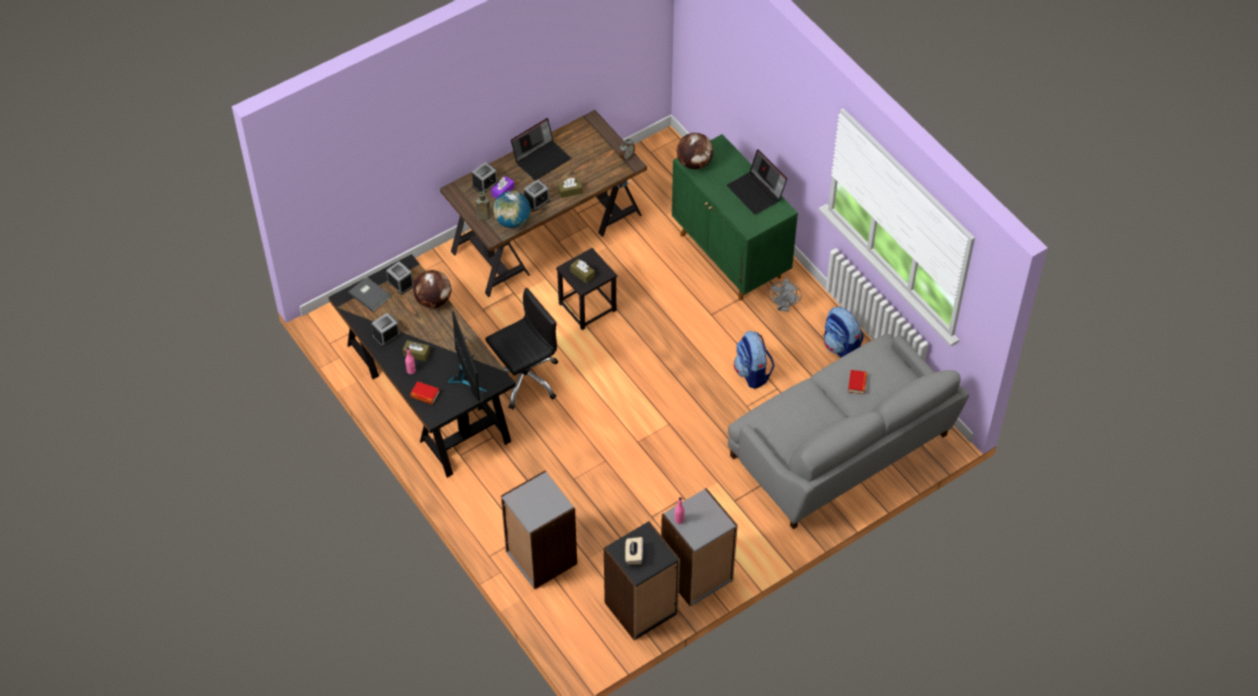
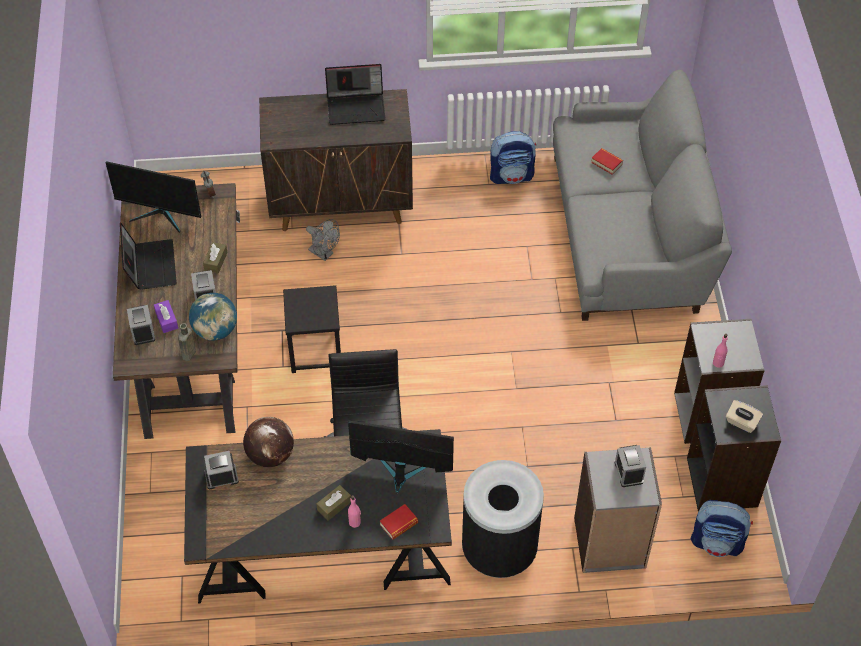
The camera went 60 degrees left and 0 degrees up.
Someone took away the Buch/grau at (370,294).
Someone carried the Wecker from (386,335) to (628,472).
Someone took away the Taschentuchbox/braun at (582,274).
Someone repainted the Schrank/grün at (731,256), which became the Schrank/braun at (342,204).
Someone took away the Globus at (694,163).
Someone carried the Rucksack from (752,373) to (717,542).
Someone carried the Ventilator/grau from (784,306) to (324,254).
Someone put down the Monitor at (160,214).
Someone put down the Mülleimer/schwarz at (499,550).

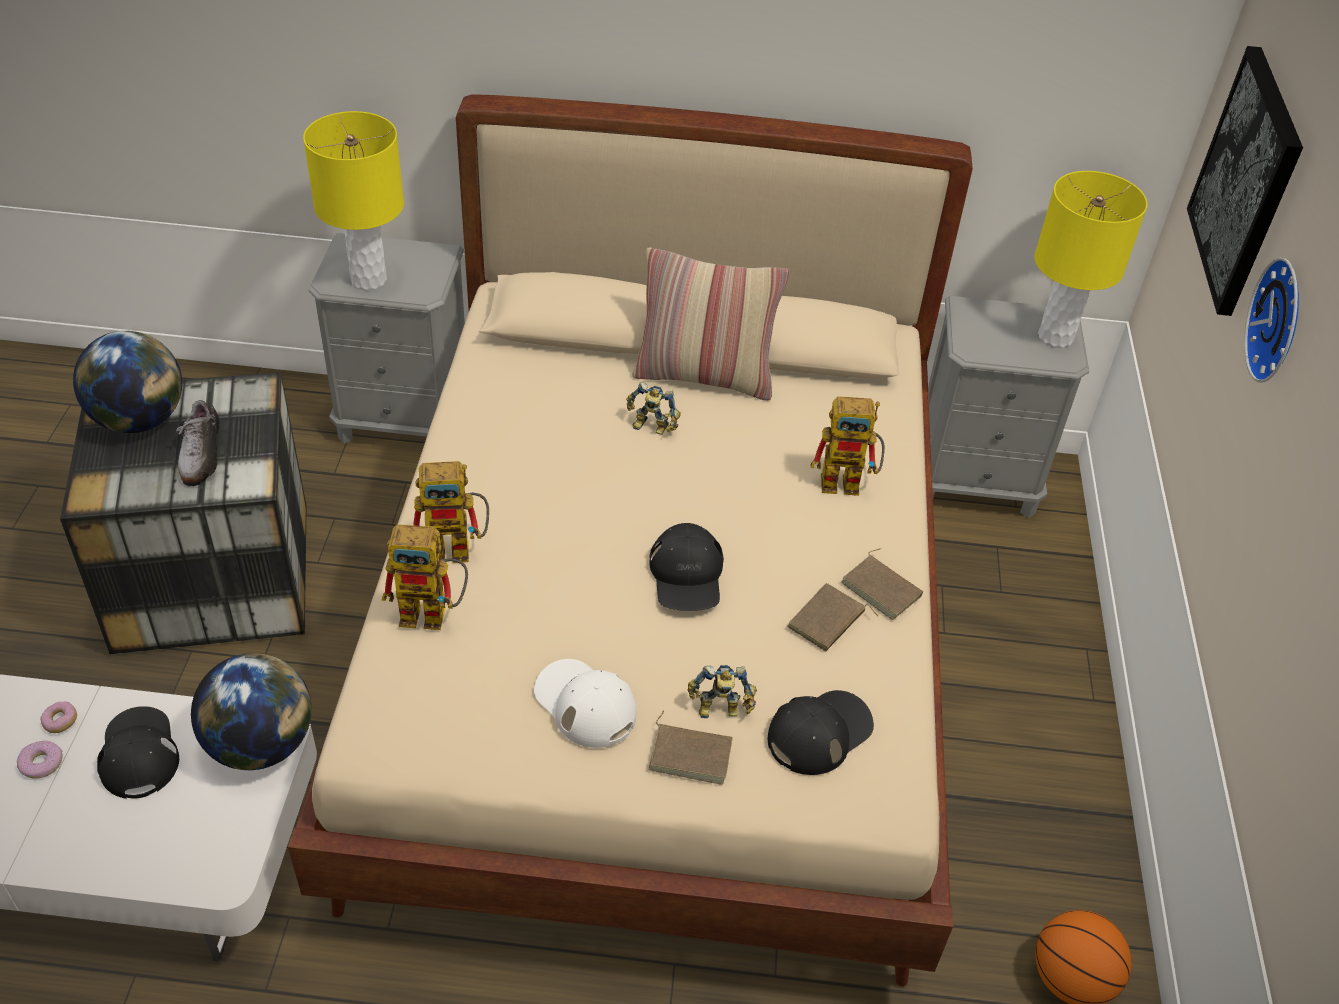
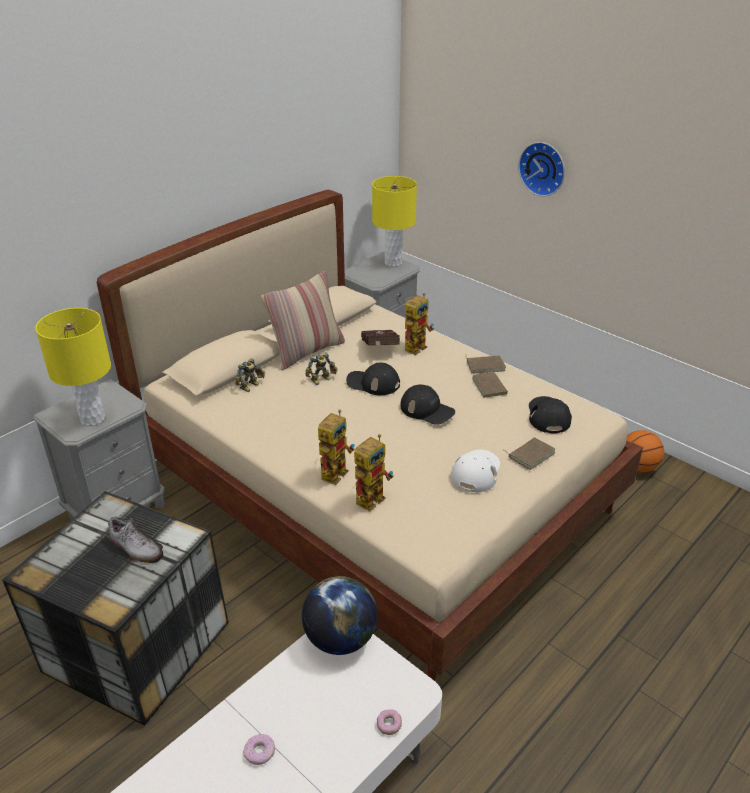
The camera went 50 degrees left and 10 degrees down.
Someone carried the Donut from (61,722) to (389,725).
Someone took away the Globus at (140,420).
Someone carried the Kappe/schwarz from (139,754) to (373,383).
Someone rotated the Kappe/weiß at (585,704) by 120 degrees clockwise.
Someone carried the Spielzeugroboter from (720,710) to (251,386).
Someone took away the Bild at (1246,181).
Someone put down the Buch/rot at (379,349).

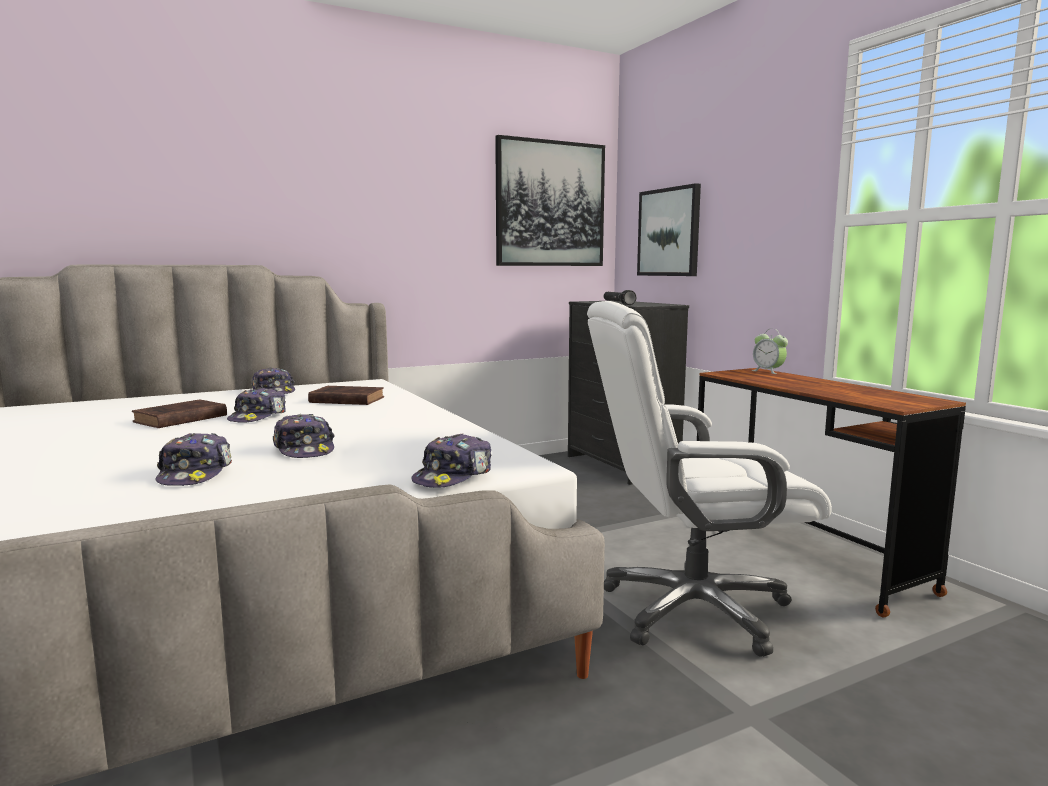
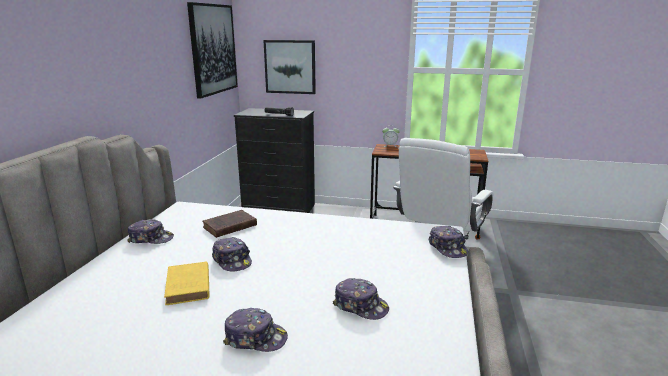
The camera went 50 degrees left and 10 degrees up.
Someone repainted the Buch/braun at (178,419), which became the Buch/gelb at (188,287).
Someone carried the Kappe from (304,450) to (255,338).

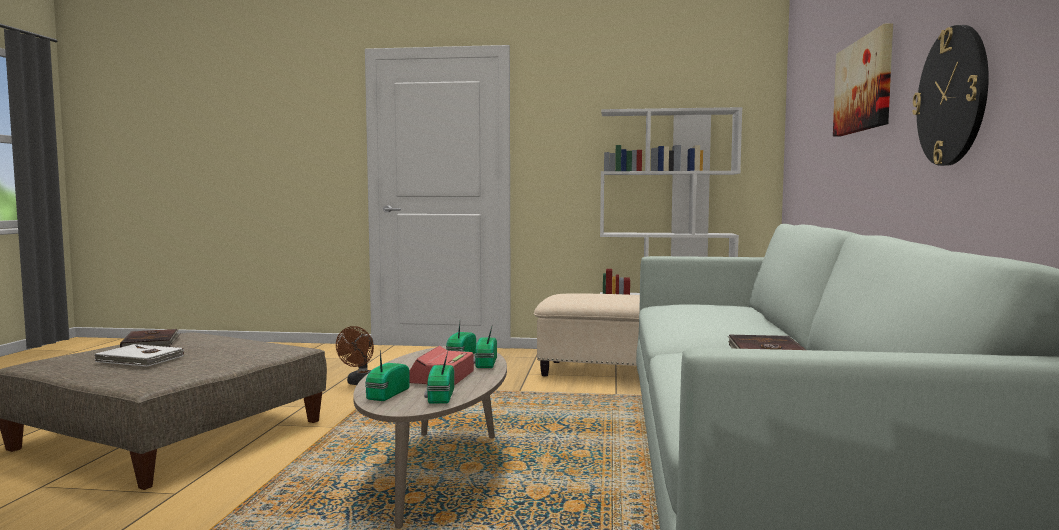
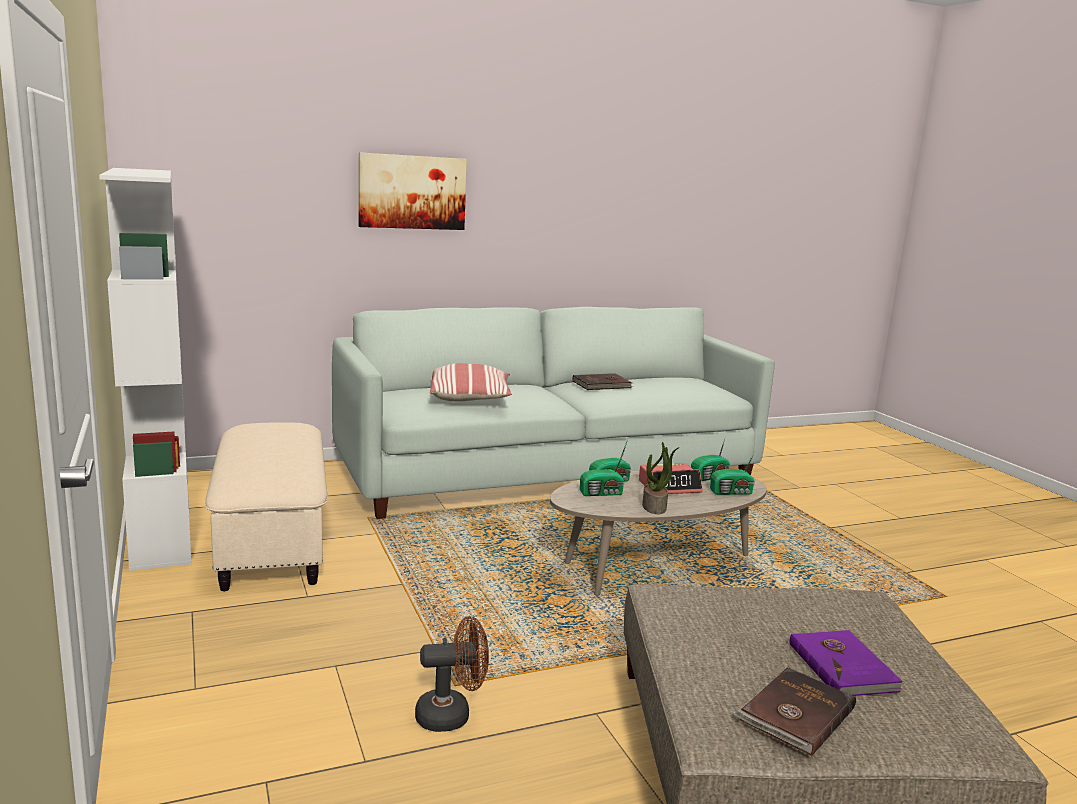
The camera went 120 degrees left and 10 degrees up.
Someone repainted the Buch/weiß at (139,359), which became the Buch/lila at (843,666).
Someone took away the Wanduhr at (952,96).
Someone put down the Kissen at (470,398).
Someone put down the Topfpflanze at (655,507).

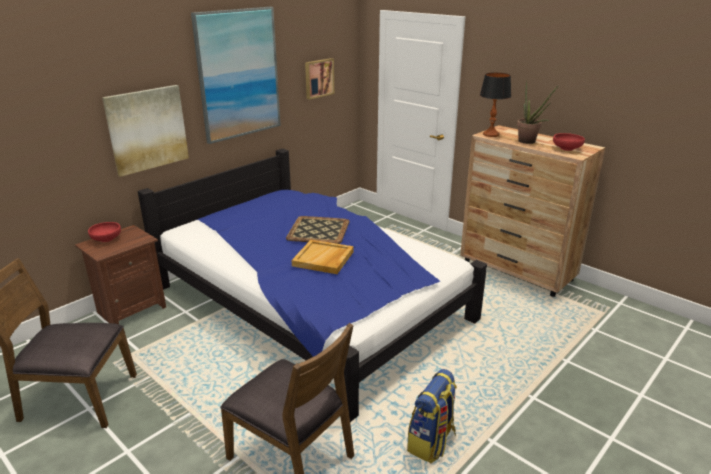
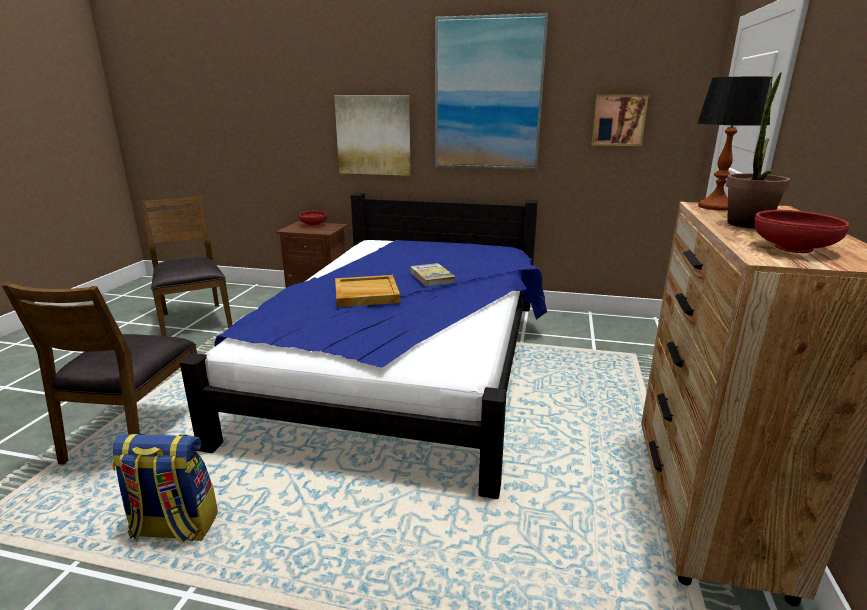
The camera went 60 degrees right and 5 degrees down.
Someone swapped the Tablett at (318,230) for the Buch at (432,277).

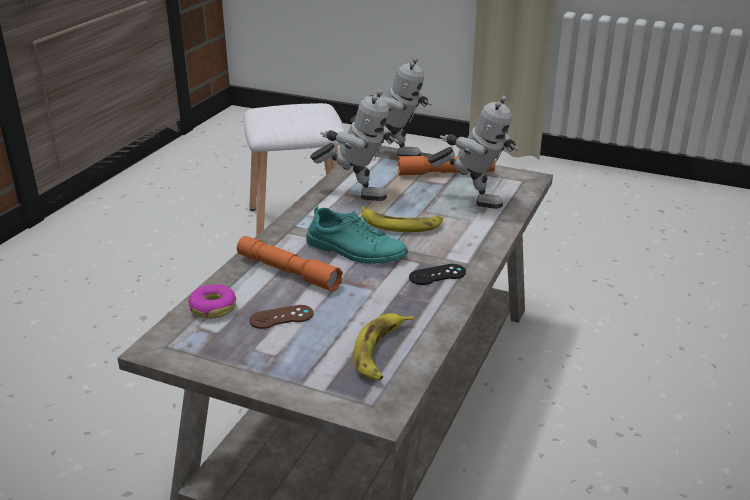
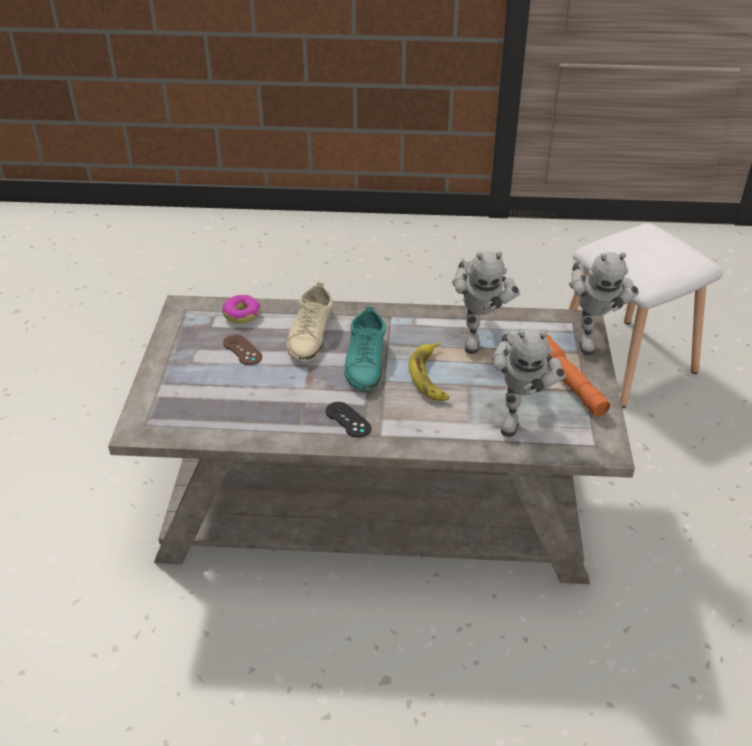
The camera went 70 degrees right and 10 degrees up.
Someone swapped the Taschenlampe/orange at (288,272) for the Schuh/beige at (310,334).
Someone took away the Banane at (381,351).

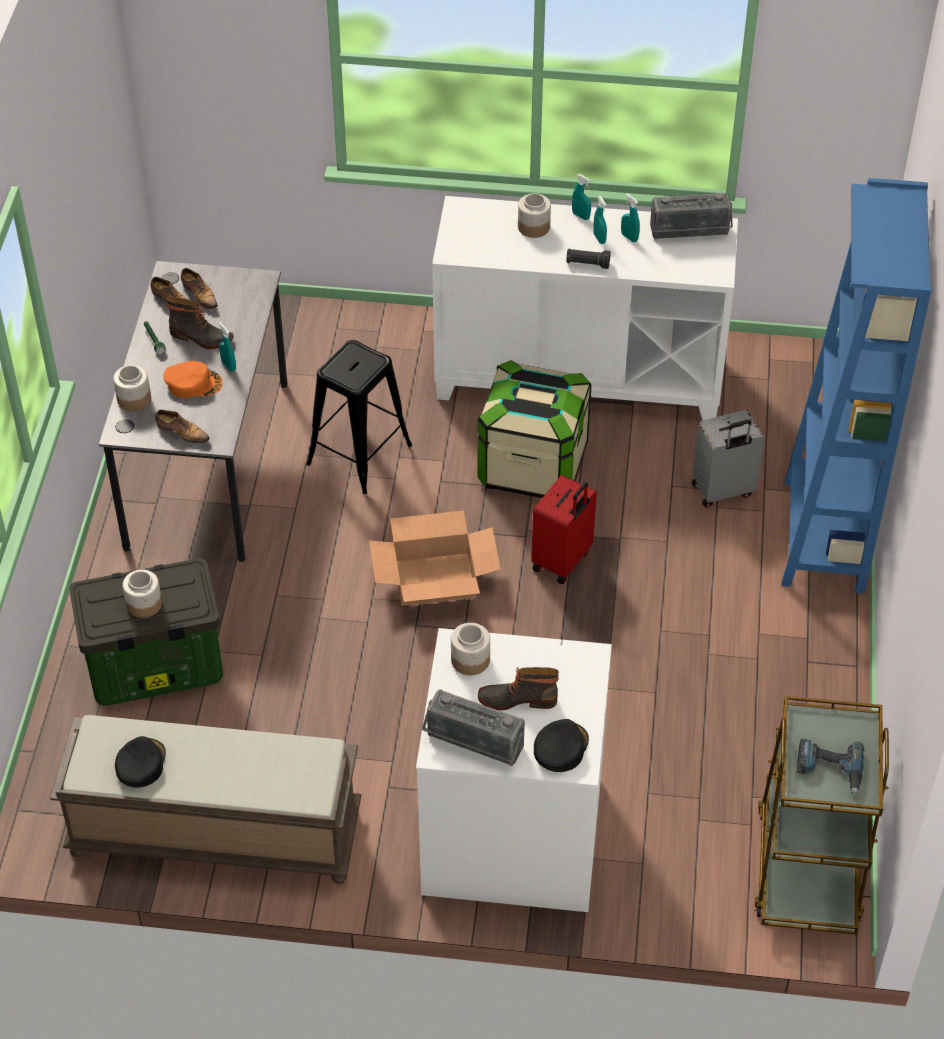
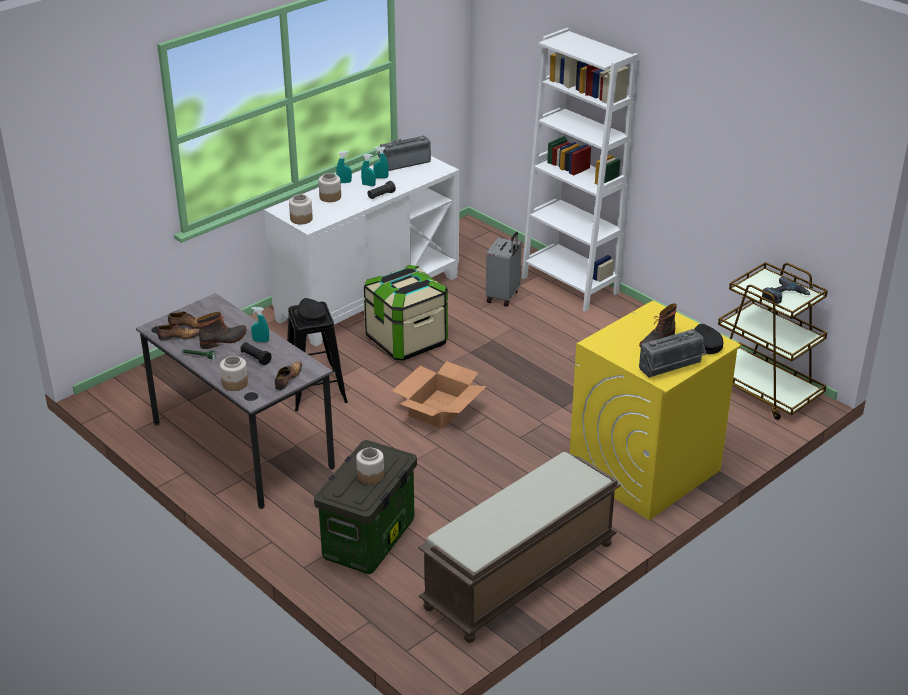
The camera went 50 degrees left and 15 degrees down.
Someone carried the Kappe/schwarz from (140,764) to (310,315).
Someone rotated the Schuh at (182,432) by 45 degrees counterclockwise.
Someone swapped the Kappe/orange at (193,383) for the Taschenlampe/schwarz at (255,358).
Someone repainted the Waschmaschine/weiß at (511,836), which became the Waschmaschine/gelb at (644,470).
Someone carried the Vorratsglas from (470,659) to (301,219).
Someone took away the Koffer/rot at (563,561).
Someone rotated the Radio at (689,233) by 150 degrees counterclockwise.
Someone repainted the Bücherregal/blau at (824,536), which became the Bücherregal/weiß at (570,285).

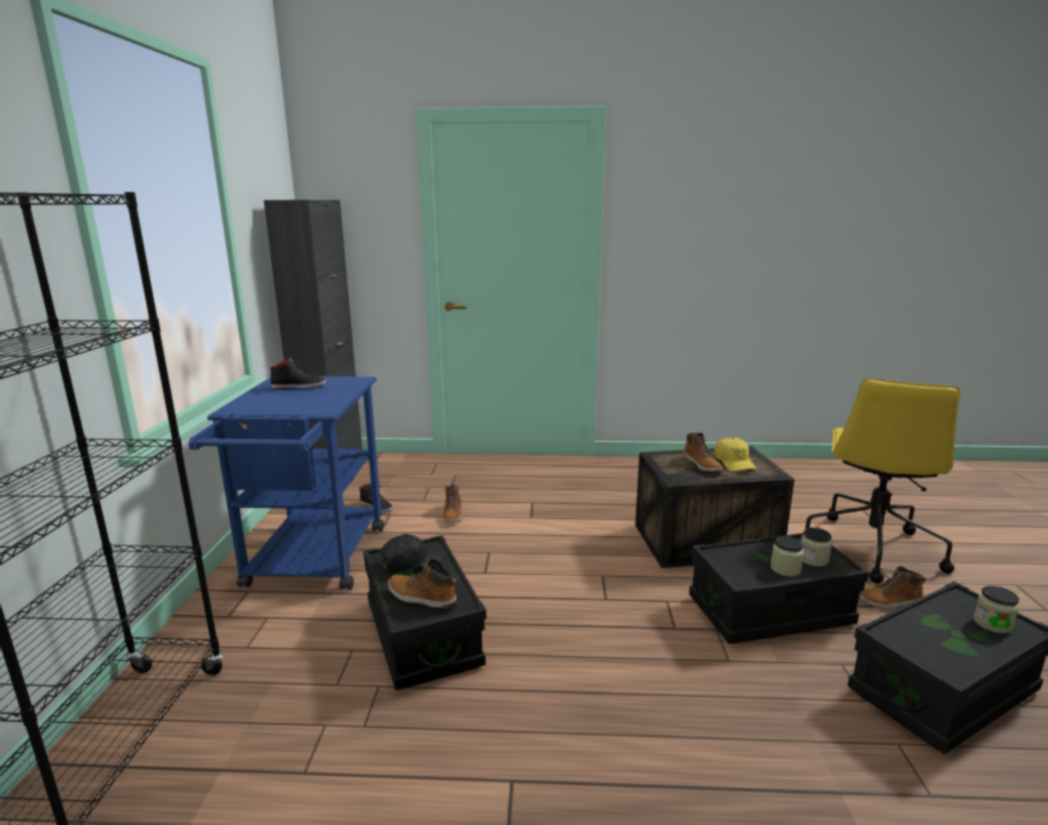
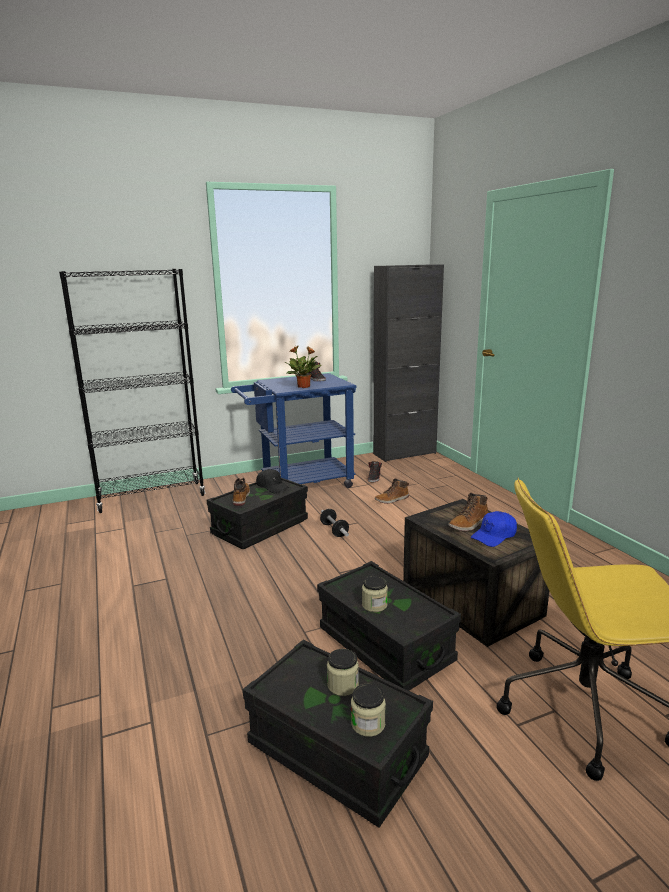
The camera went 65 degrees right and 0 degrees up.
Someone repainted the Kappe/gelb at (734,462), which became the Kappe/blau at (494,536).
Someone carried the Vorratsglas from (813,559) to (343,685).
Someone took away the Stiefel at (890,602).
Someone put down the Topfpflanze at (304,387).
Someone put down the Hantel at (334,530).

